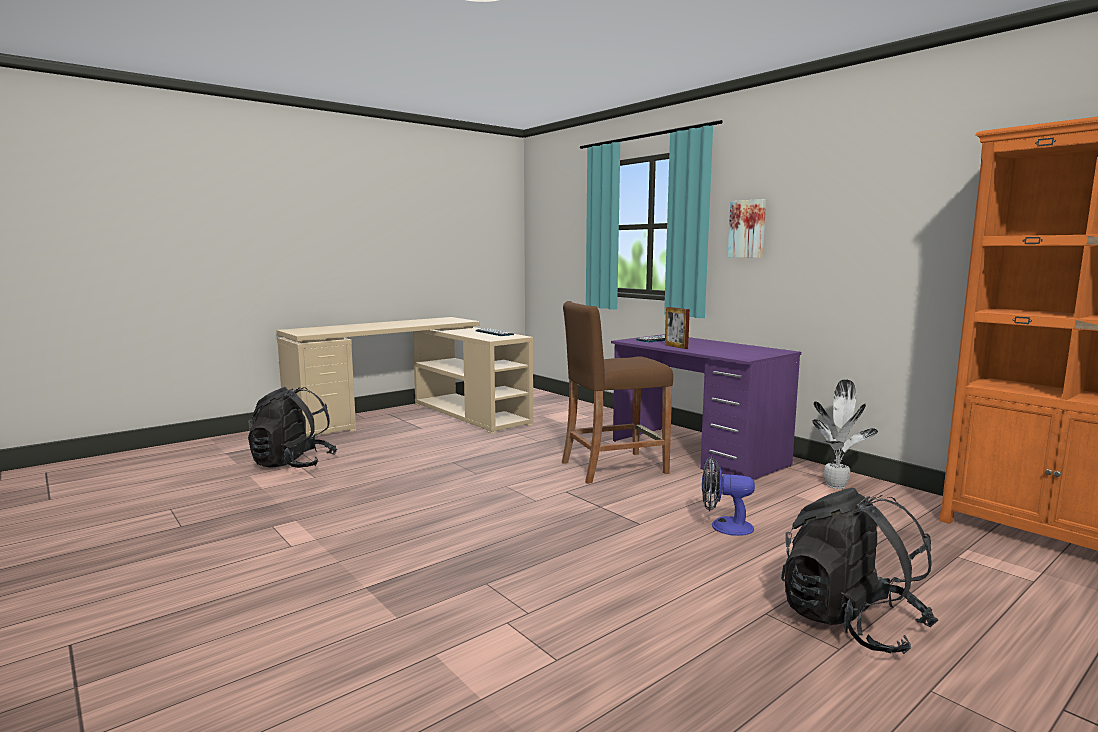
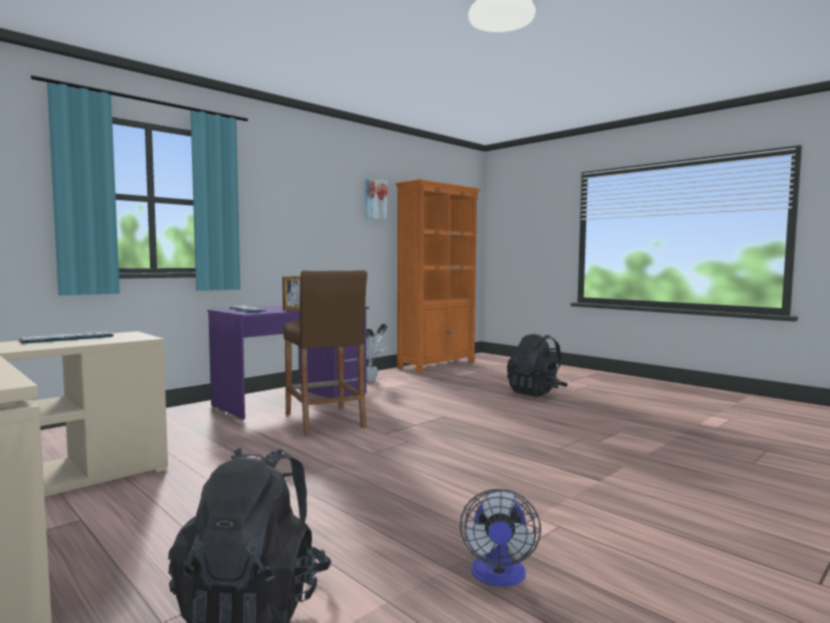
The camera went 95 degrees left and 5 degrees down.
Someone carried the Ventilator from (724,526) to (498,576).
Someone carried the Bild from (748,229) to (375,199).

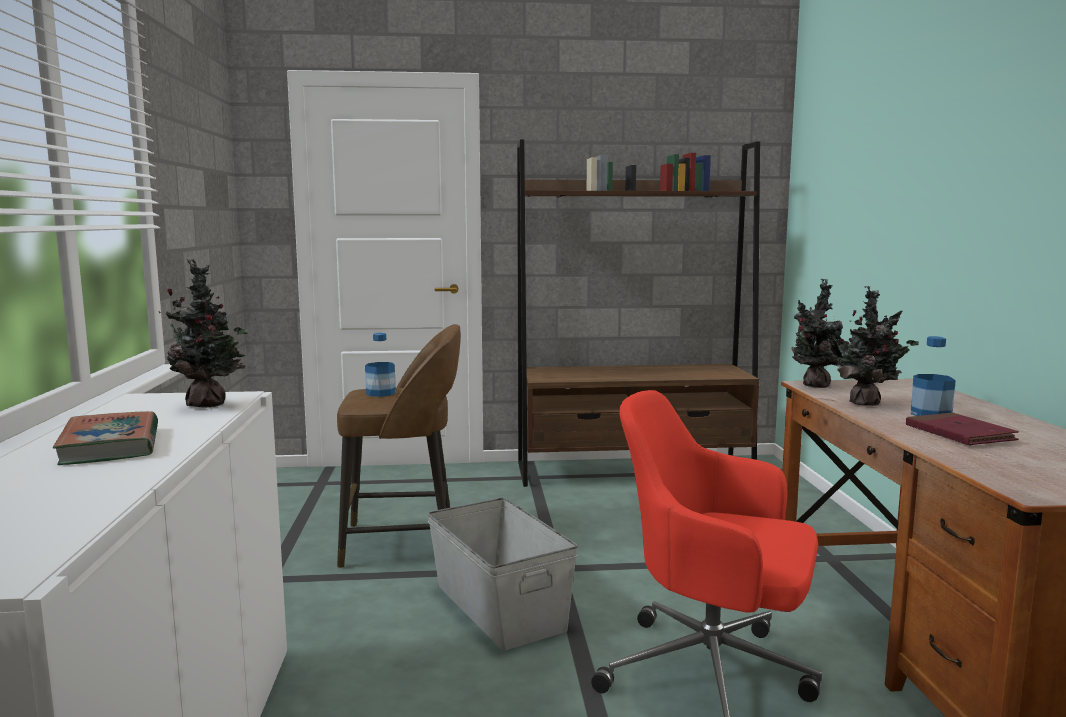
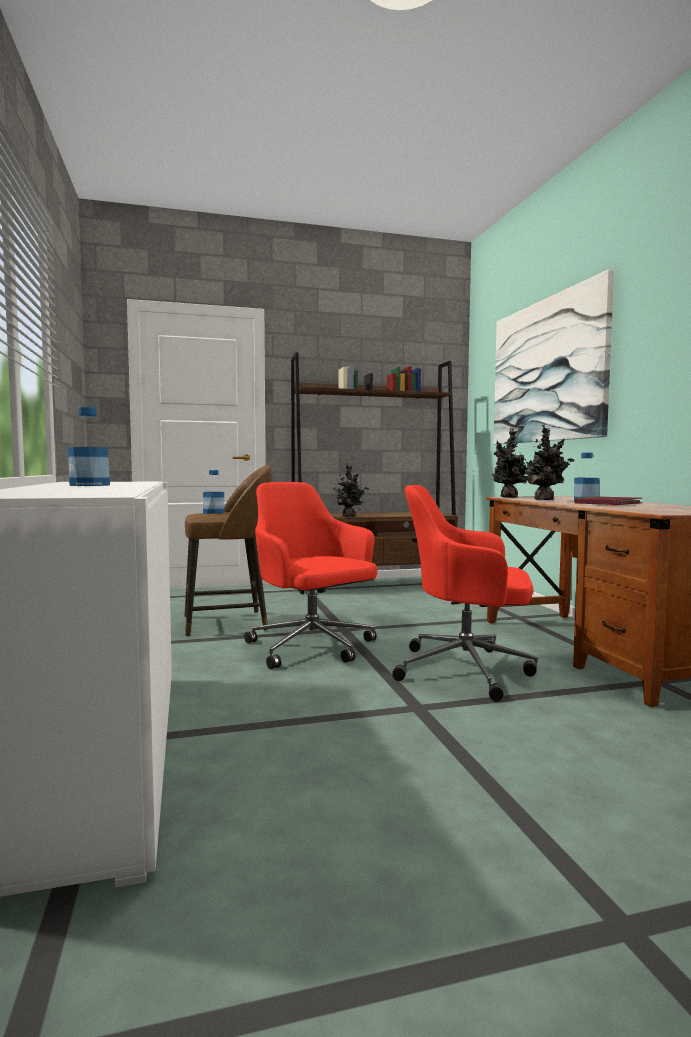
The camera went 10 degrees left and 5 degrees down.
Someone swapped the Buch at (111,445) for the Flasche at (90,485).
Someone carried the Topfpflanze from (210,405) to (349,516).
Someone swapped the Aufbewahrungsbox/grau at (499,606) for the Bürostuhl/rot at (312,648).
Someone put up the Bild at (546,371).

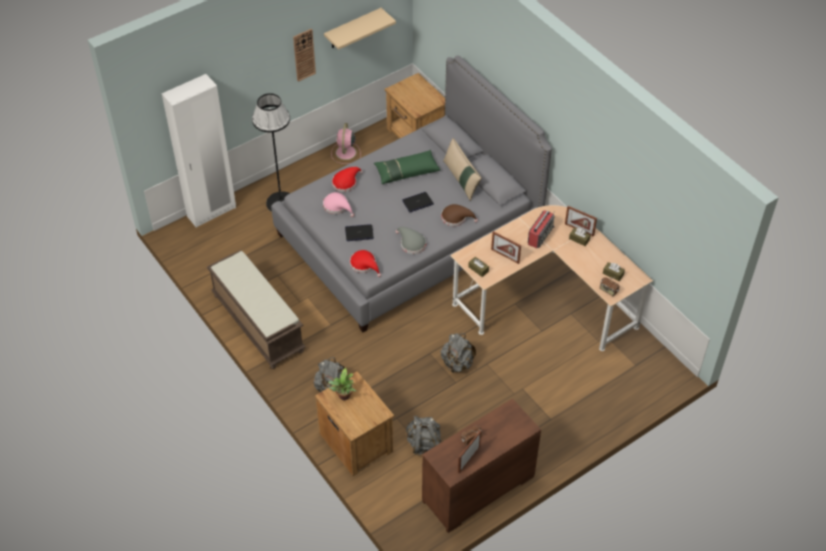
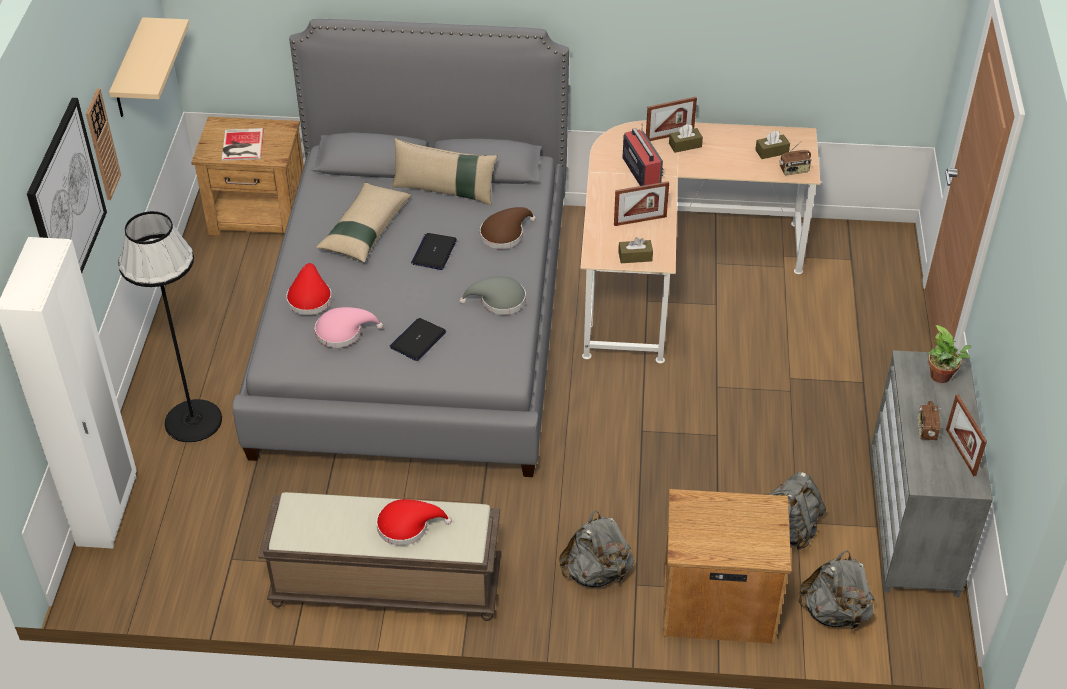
The camera went 50 degrees left and 5 degrees down.
Someone carried the Topfpflanze from (343,396) to (942,378).
Someone took away the Ventilator/rosa at (345,153).
Someone carried the Hut/rot from (364,265) to (407,526).
Someone repainted the Kissen/grün at (406,171), which became the Kissen/beige at (365,230).
Someone repainted the Kommode/braun at (478,490), which became the Kommode/grau at (914,521).
Someone carried the Rucksack/grau from (457,363) to (834,612).
Someone put up the Bild at (66,203).
Someone put down the Buch at (241,145).

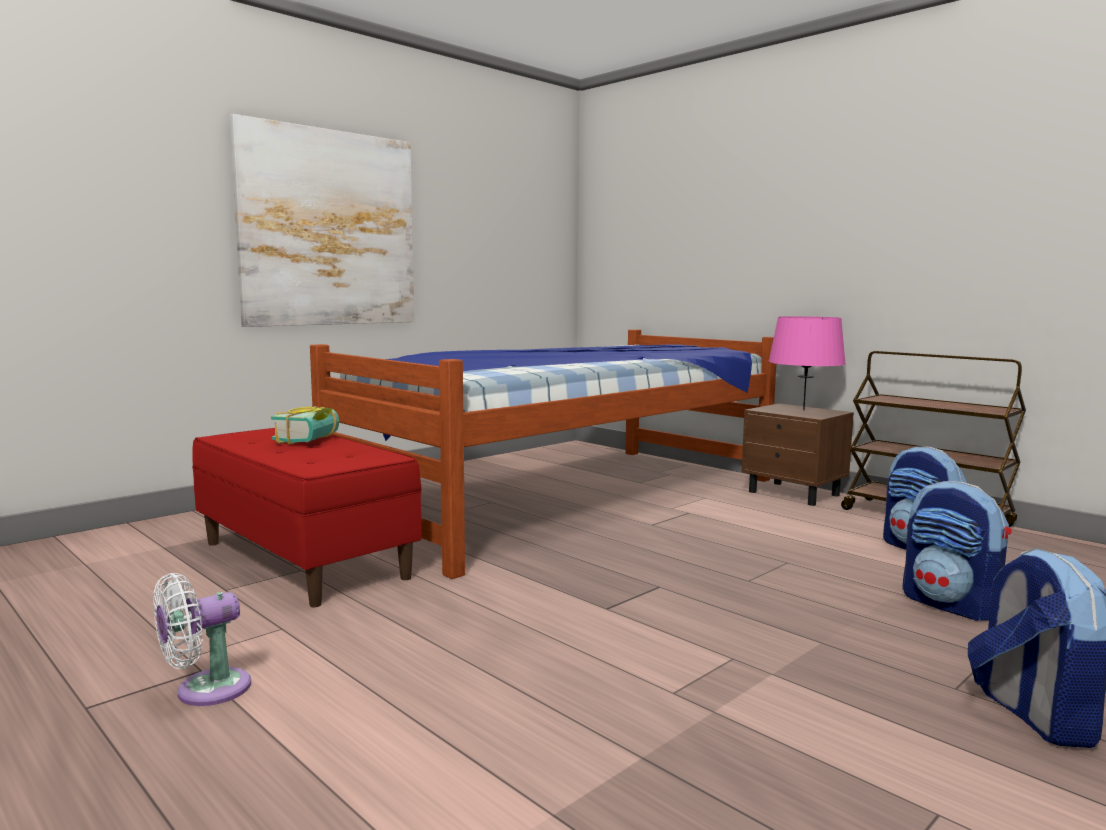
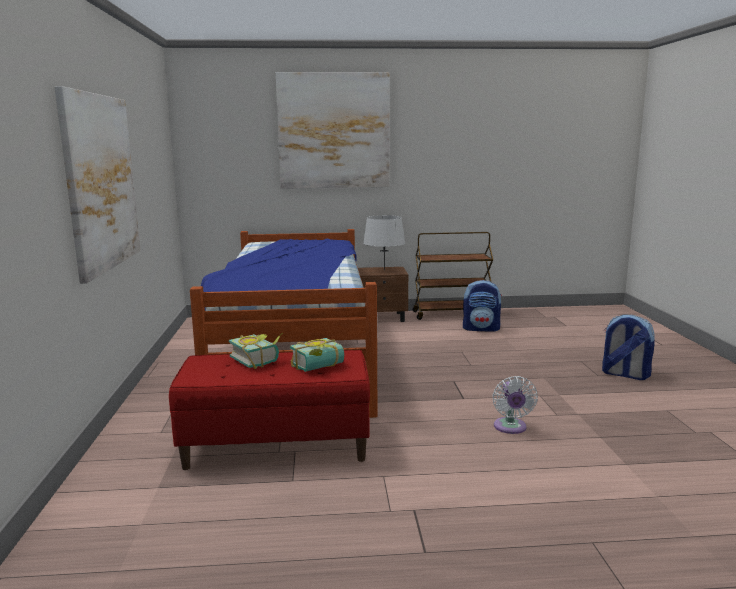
The camera went 50 degrees left and 5 degrees up.
Someone carried the Ventilator/weiß from (205,690) to (510,428).
Someone repainted the Tischlampe/rosa at (804,410), which became the Tischlampe/grau at (384,270).
Someone took away the Rucksack at (951,605).
Someone put up the Bild at (334,131).
Someone put down the Buch at (320,367).

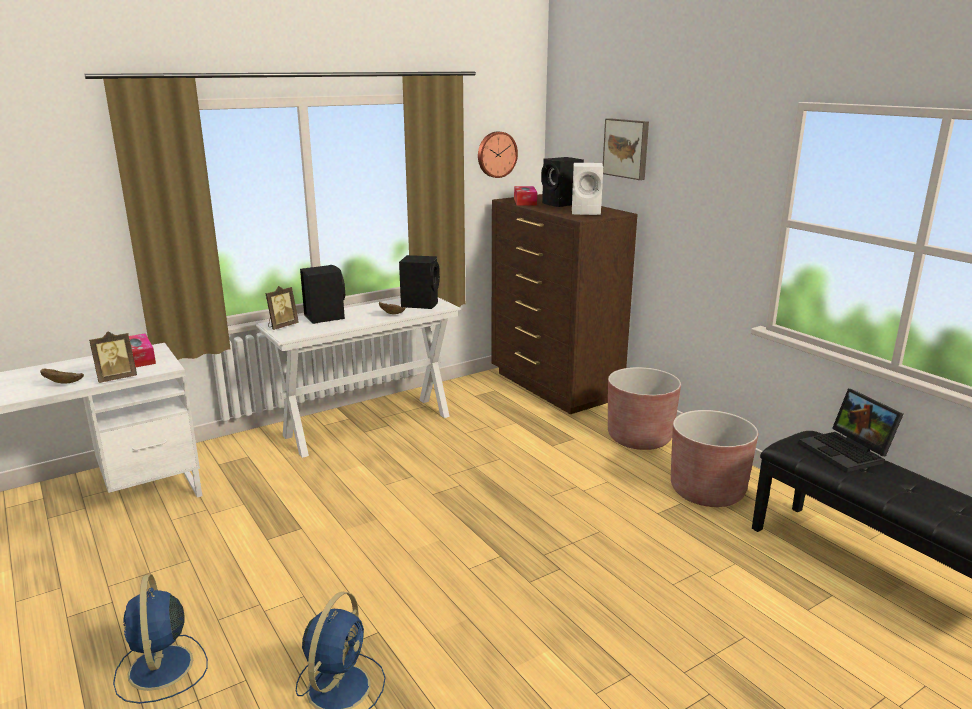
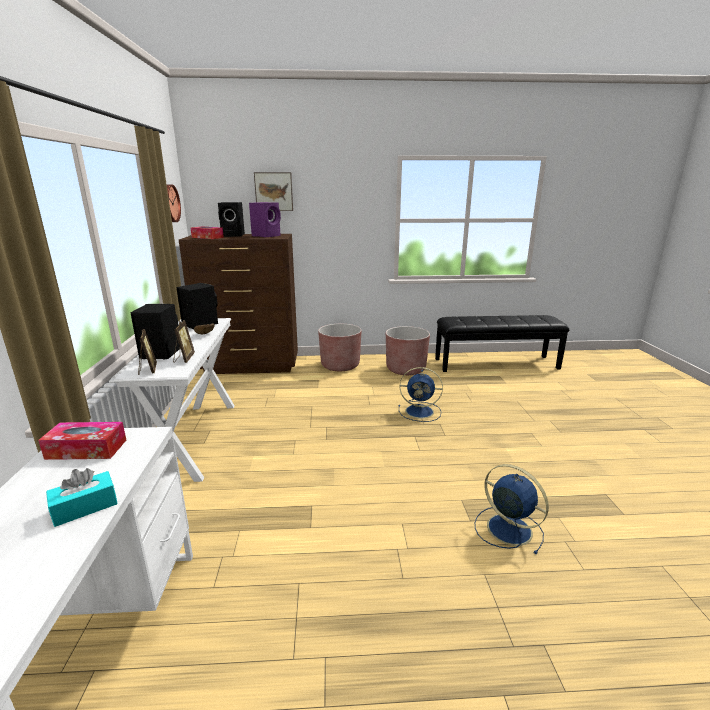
The camera went 60 degrees left and 0 degrees up.
Someone swapped the Schüssel/braun at (66,383) for the Taschentuchbox/türkis at (85,507).
Someone carried the Bilderrahmen from (117,378) to (184,359).
Someone carried the Ventilator/blau from (160,669) to (420,411).
Someone repainted the Lautsprecher/weiß at (587,212), which became the Lautsprecher/lila at (267,236).
Someone took away the Laptop at (847,452).

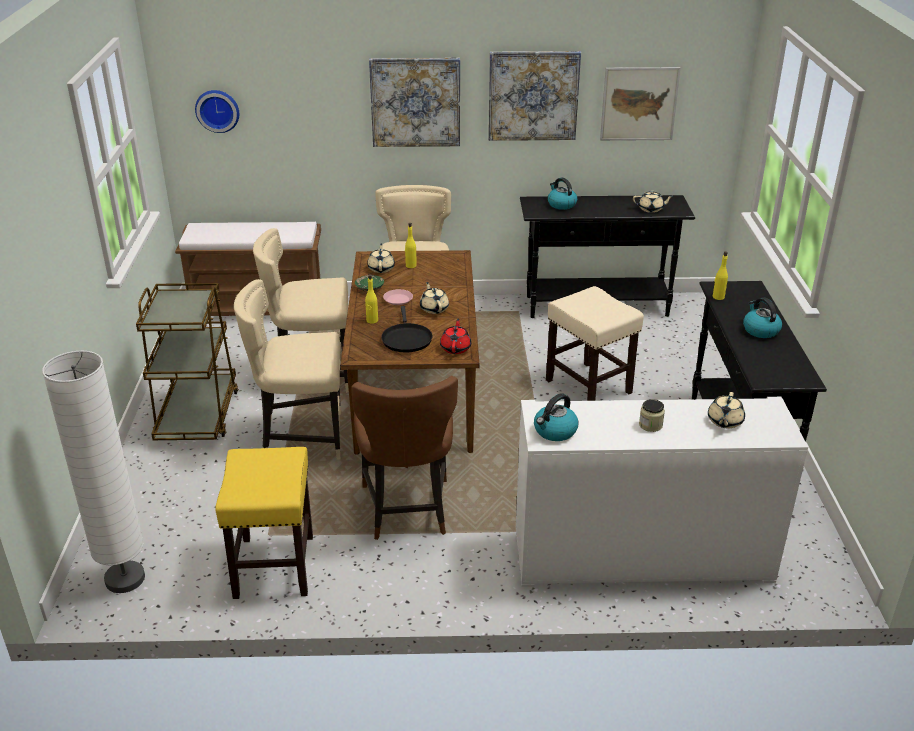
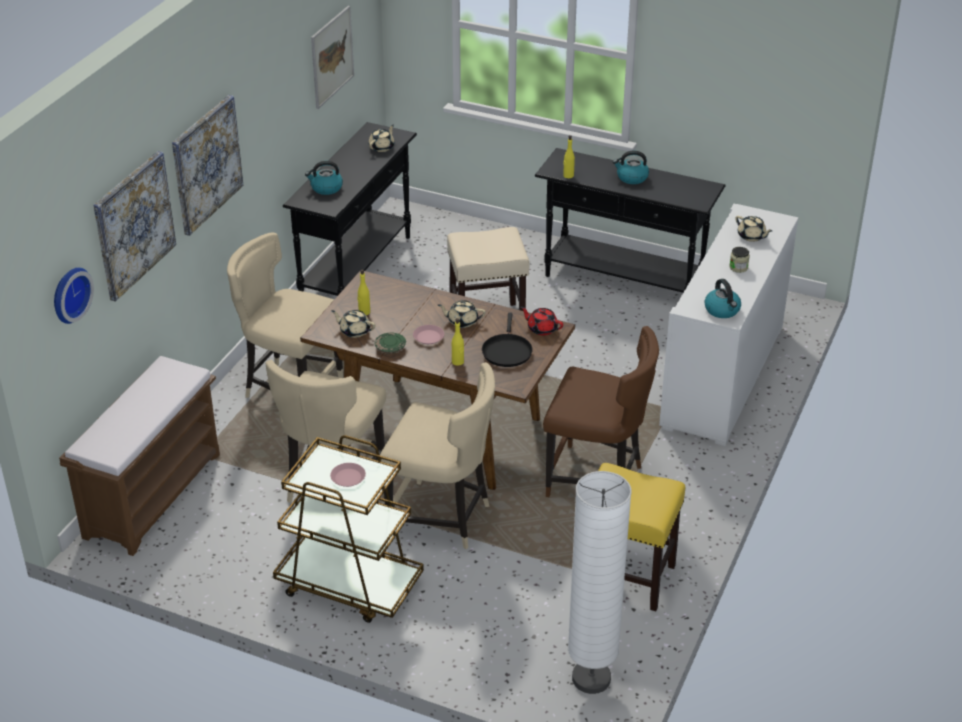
The camera went 65 degrees left and 5 degrees up.
Someone rotated the Stuhl/beige at (301,437) by 90 degrees counterclockwise.
Someone rotated the Pfanne/schwarz at (406,339) by 75 degrees clockwise.
Someone carried the Bild from (533,95) to (134,225).
Someone put down the Teller/rosa at (348,477).

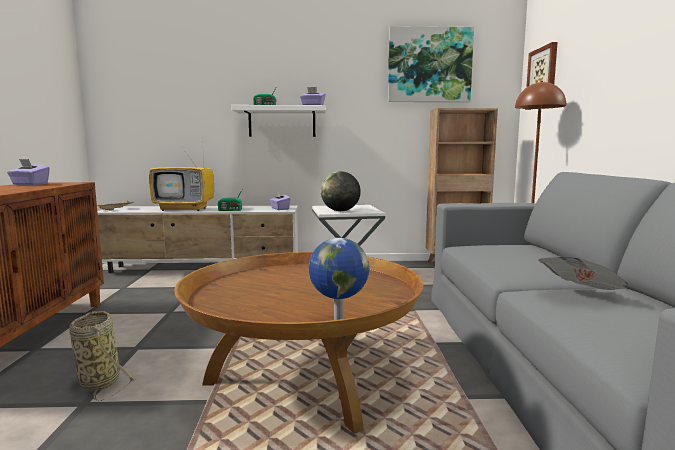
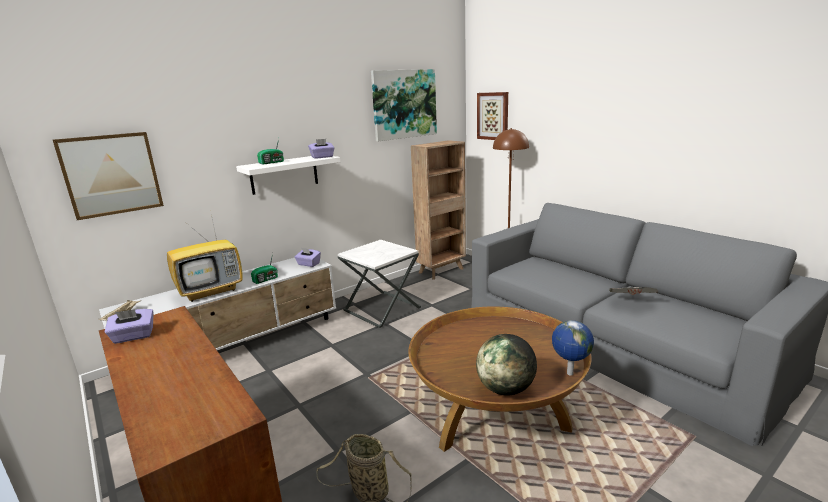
The camera went 35 degrees left and 10 degrees up.
Someone carried the Globus from (340,211) to (505,389).
Someone put up the Bild at (111,174).

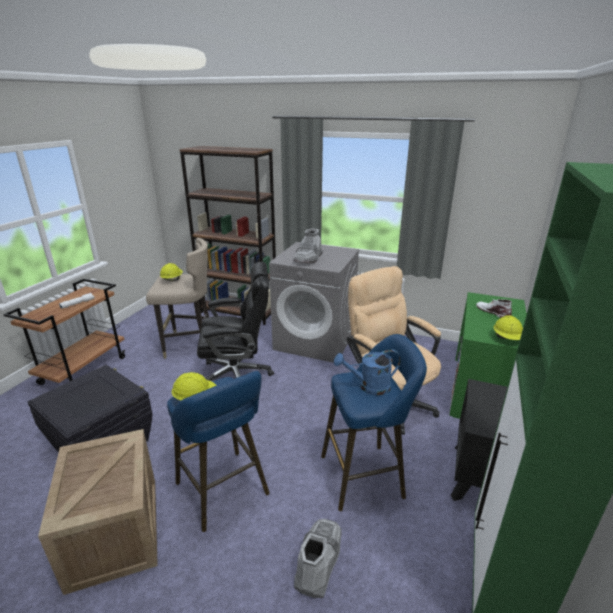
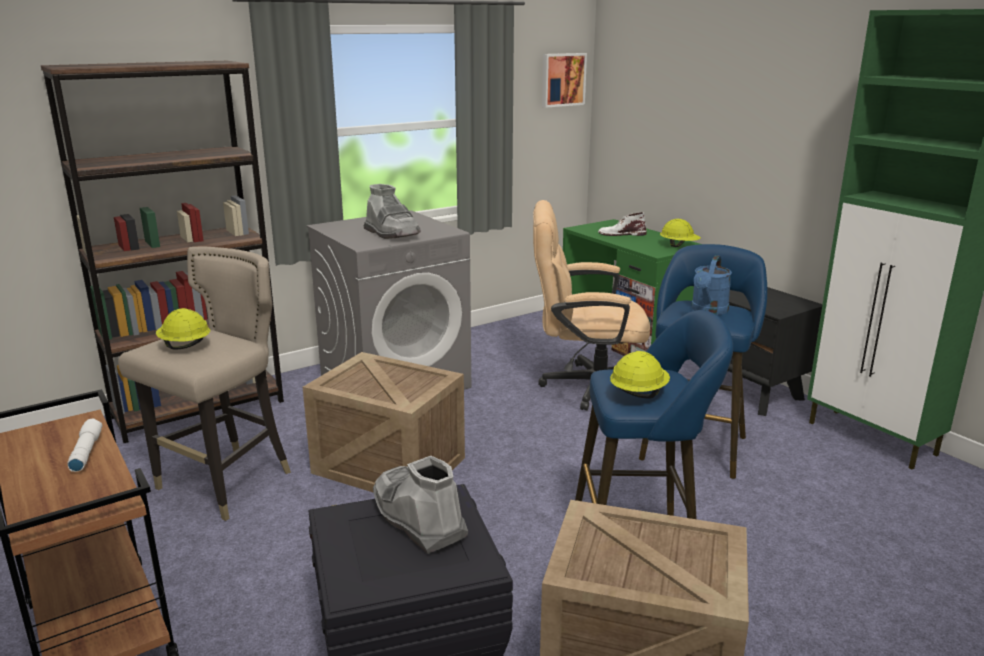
The camera went 55 degrees left and 5 degrees down.
Someone swapped the Bürostuhl/schwarz at (237,375) for the Kiste at (391,465).
Someone carried the Stiefel/grau from (318,560) to (417,519).
Someone put up the Bild at (562,79).

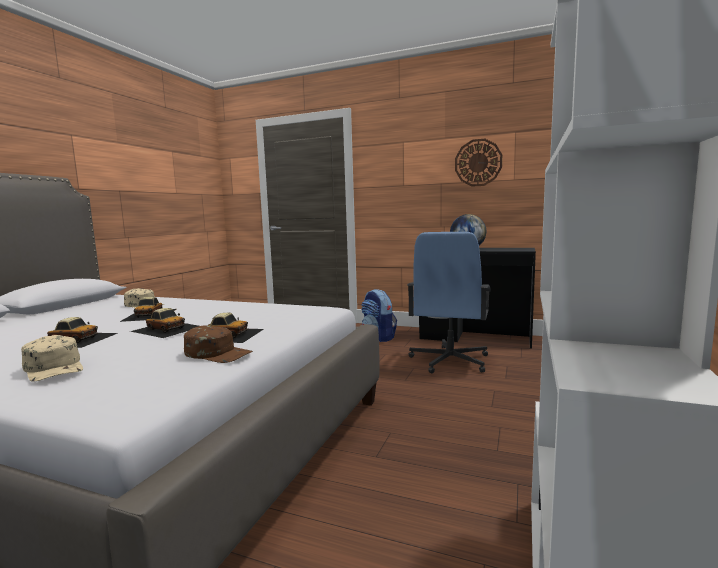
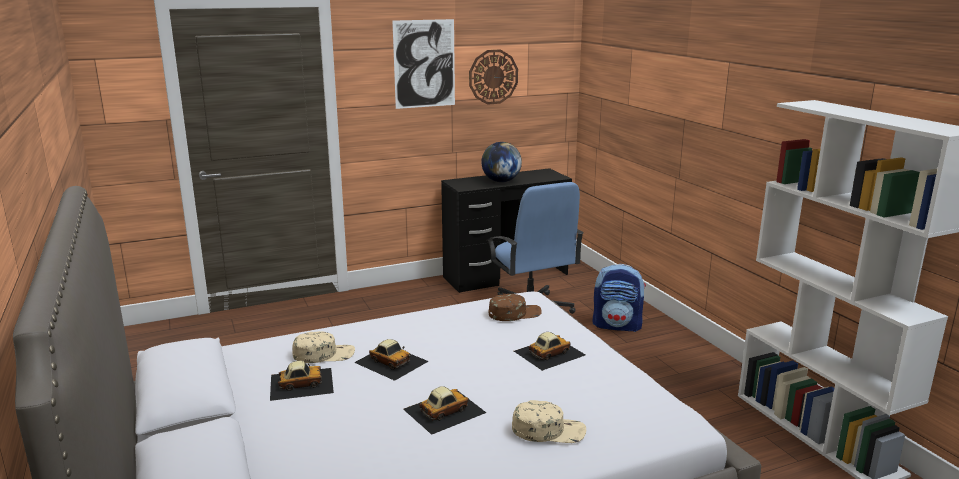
The camera went 45 degrees left and 10 degrees up.
Someone carried the Spielzeugauto from (167,328) to (301,383).
Someone carried the Kappe/braun from (218,353) to (514,313).
Someone carried the Rucksack from (379,337) to (617,325).
Someone put up the Bild at (424,64).

